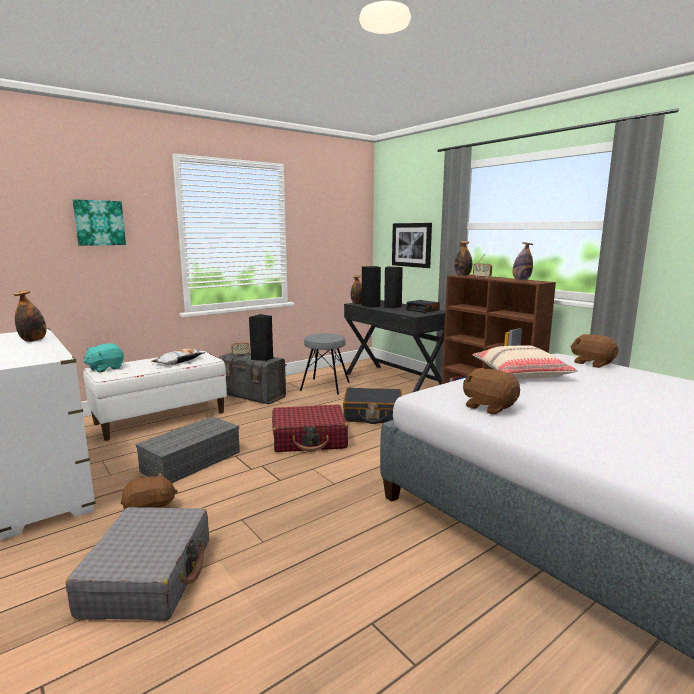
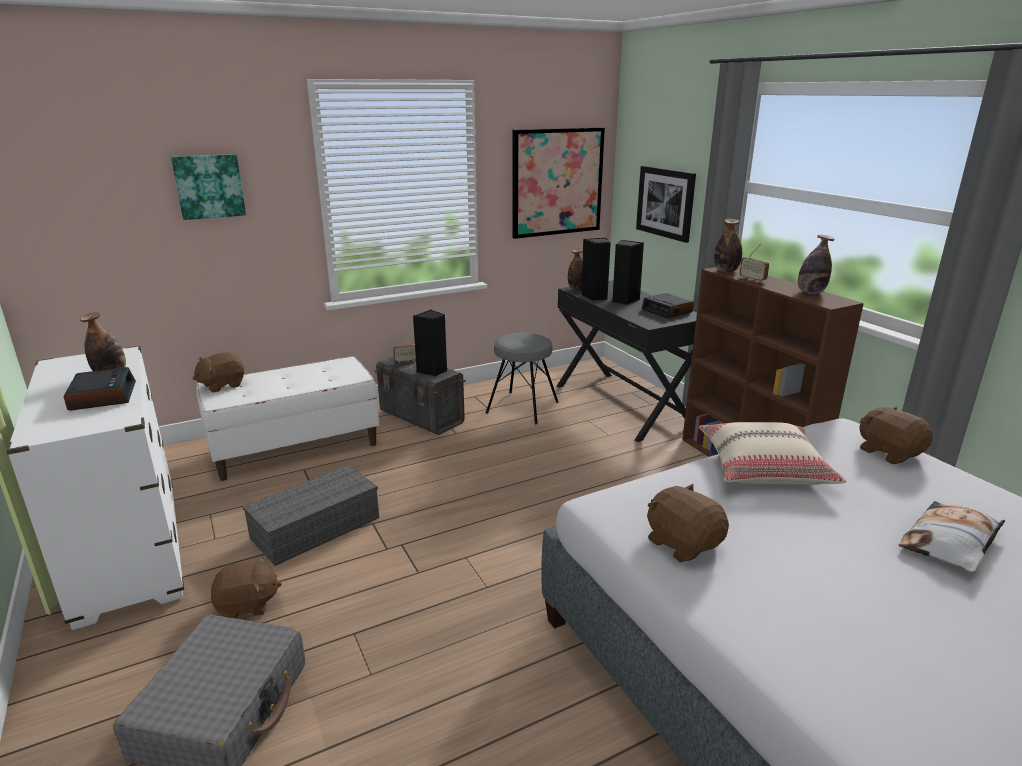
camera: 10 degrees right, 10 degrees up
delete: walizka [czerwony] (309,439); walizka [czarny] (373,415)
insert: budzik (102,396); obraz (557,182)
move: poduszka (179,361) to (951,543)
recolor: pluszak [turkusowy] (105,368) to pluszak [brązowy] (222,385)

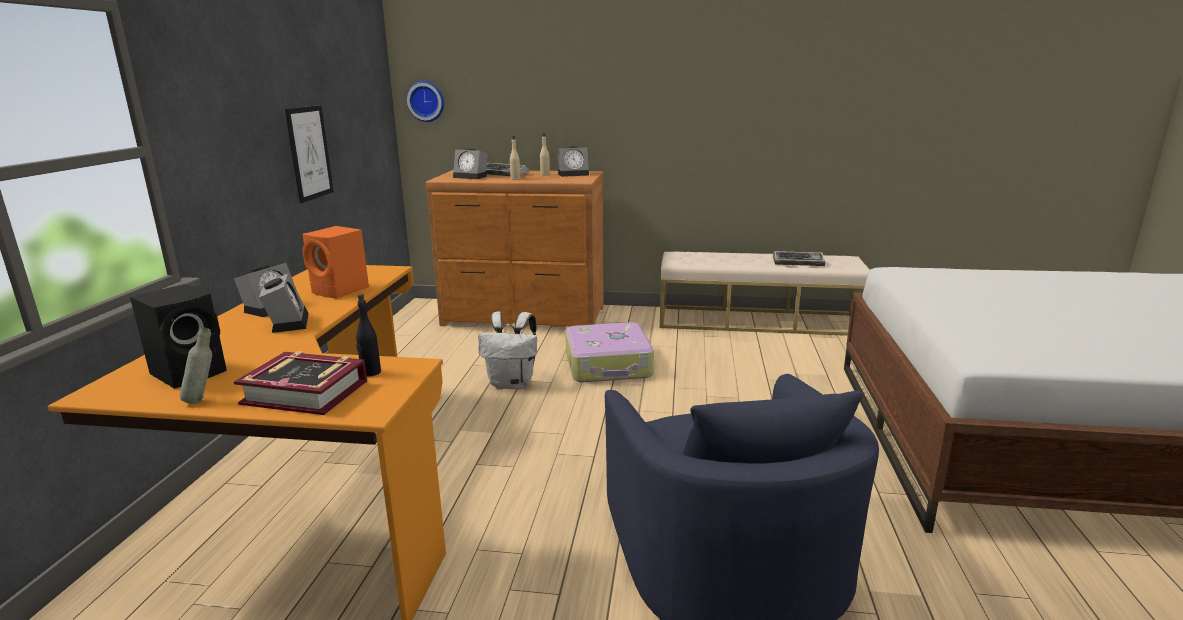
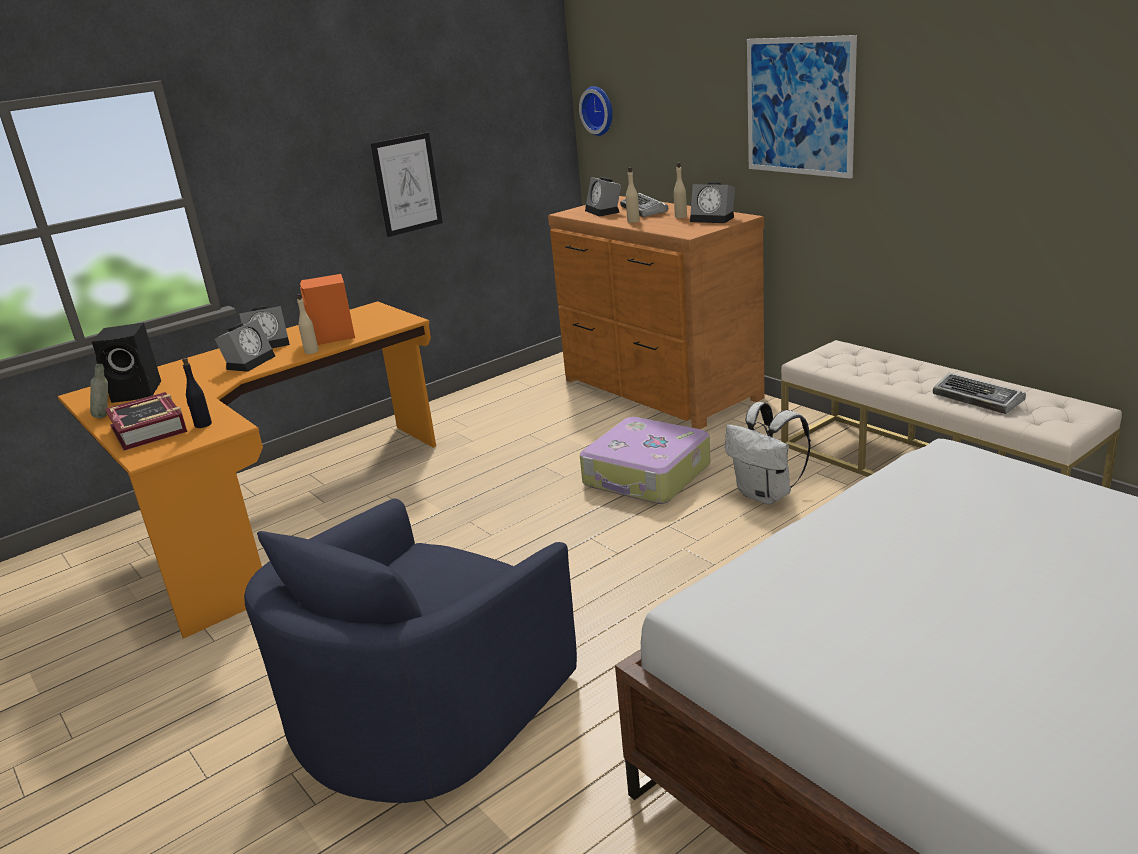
camera: 45 degrees right, 5 degrees up
insert: butelka [beżowy] (311,351); obraz (799,106)
move: plecak [biały] (512,383) to (766,495)

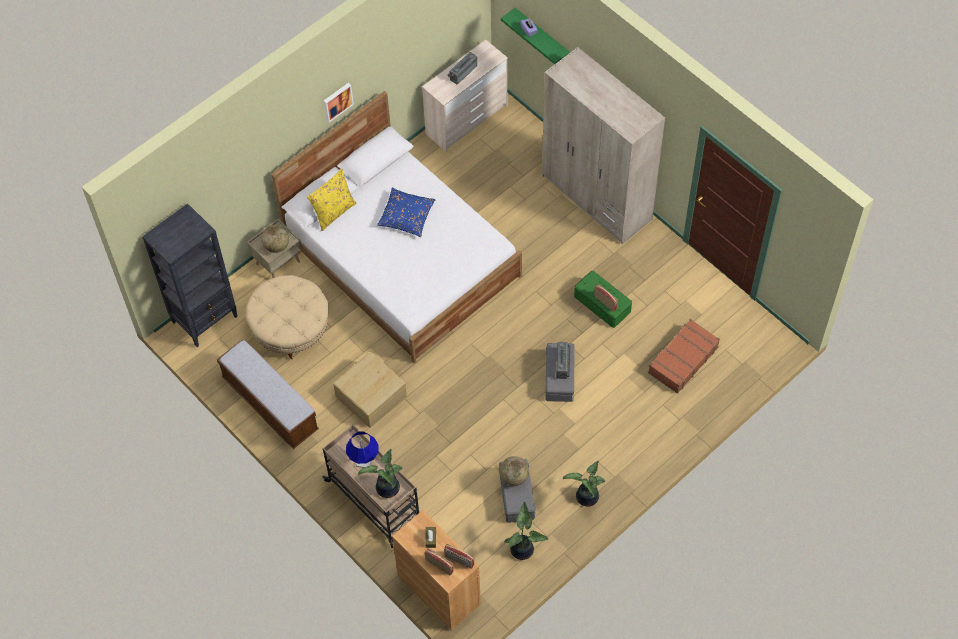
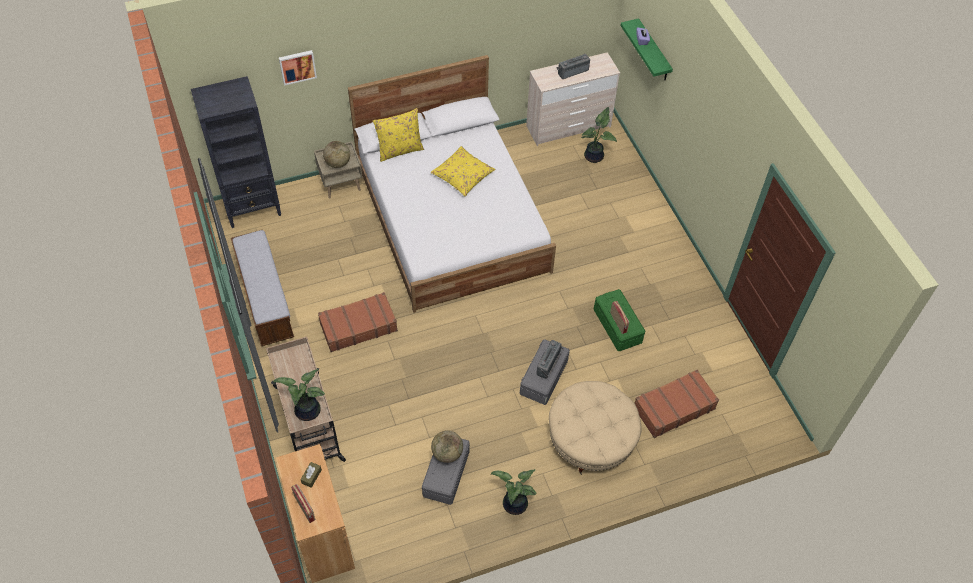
camera: 20 degrees right, 5 degrees down
delete: lampa stołowa [niebieski] (364,462); radio (459,560); szafa [beżowy] (596,198)
move: pufa [beżowy] (290,327) to (591,439); obraz (337,101) to (297,66); roślina doniczkowa (523,549) to (595,156)
replace: pojemnik do przechowywania [beżowy] (370,396) to walizka [brązowy] (358,326)
recolor: poduszka [niebieski] (406,216) to poduszka [żółty] (463,175)

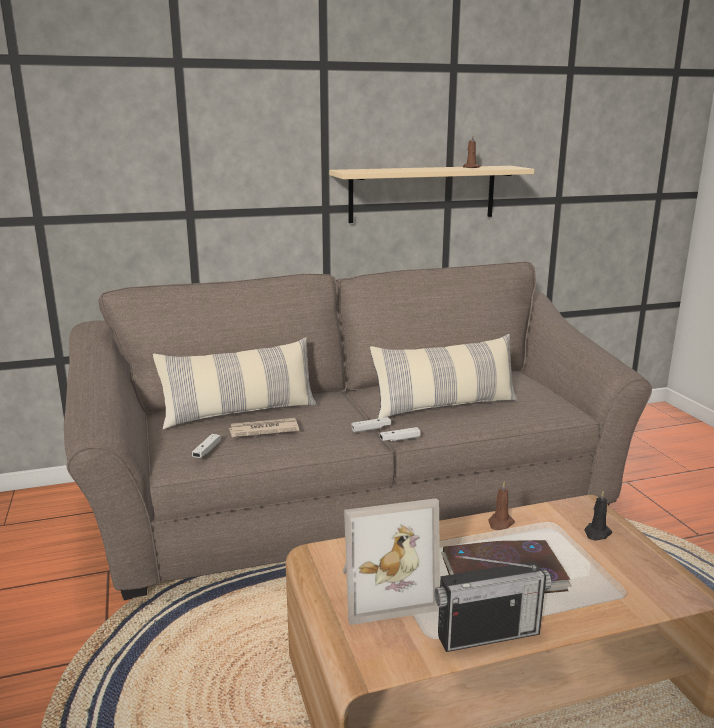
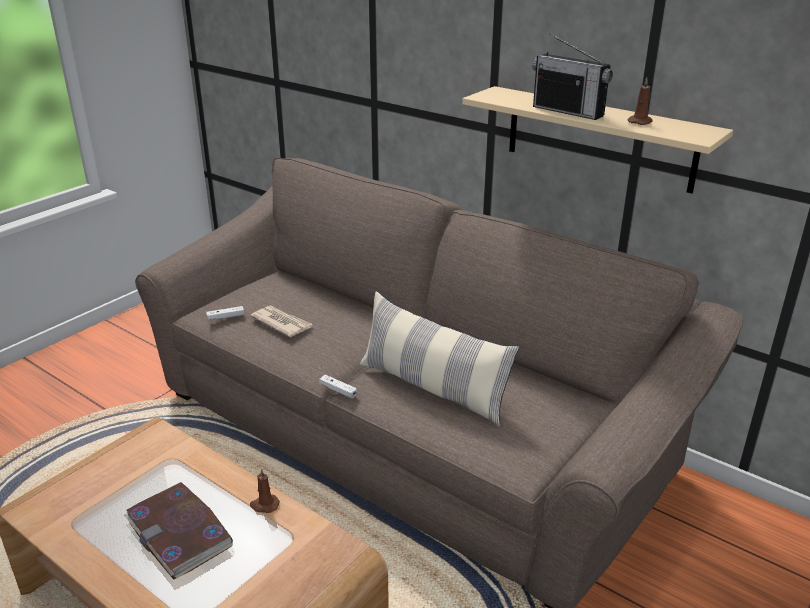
camera: 55 degrees right, 10 degrees up
delete: poduszka (240,413); ramka na zdjęcie (383,589); pad do gier [biały] (371,429); świeca [czarny] (597,533)
move: radio (488,634) to (568,111)

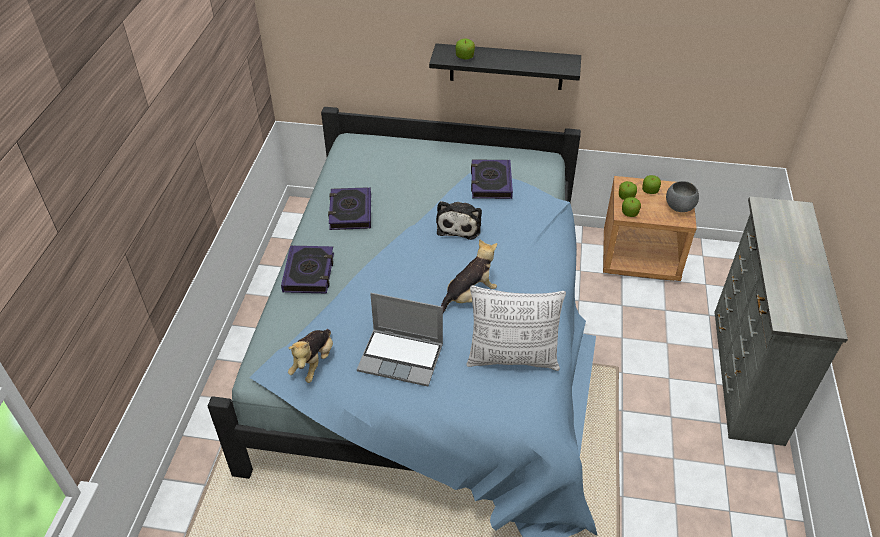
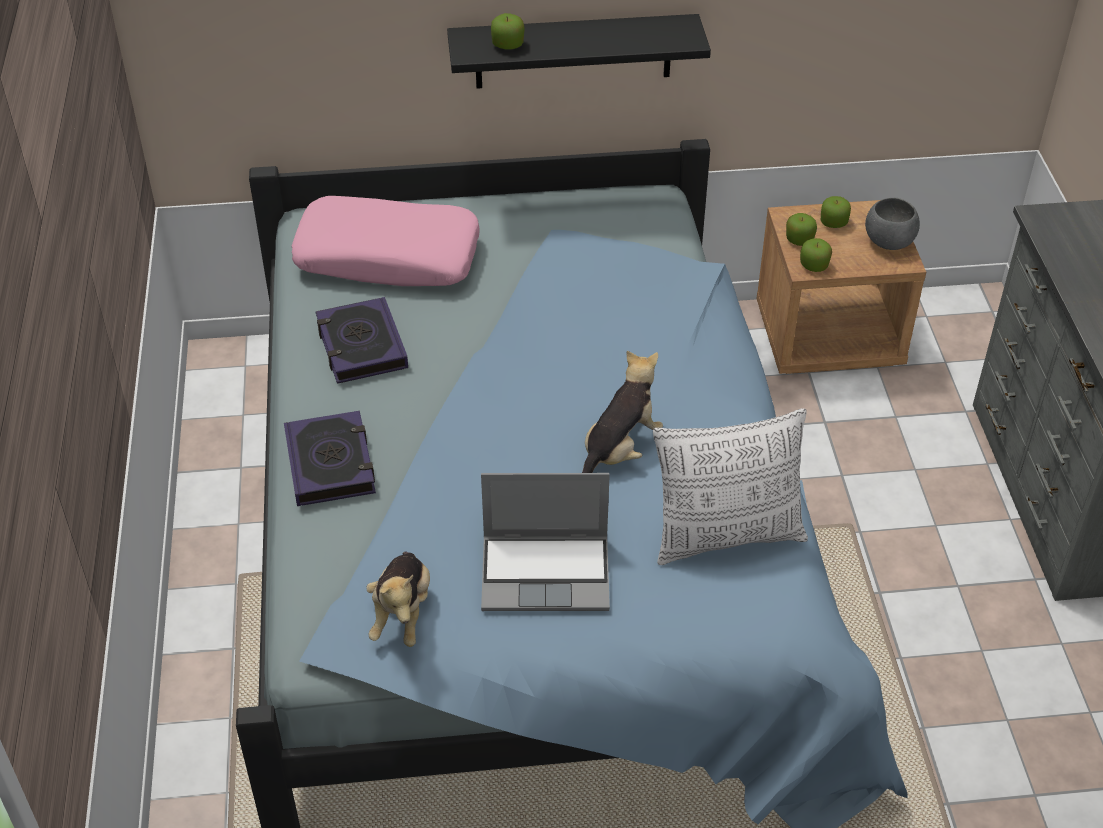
camera: 15 degrees left, 0 degrees up
delete: pluszak (459,225); książka (490,182)
insert: poduszka [różowy] (388,256)

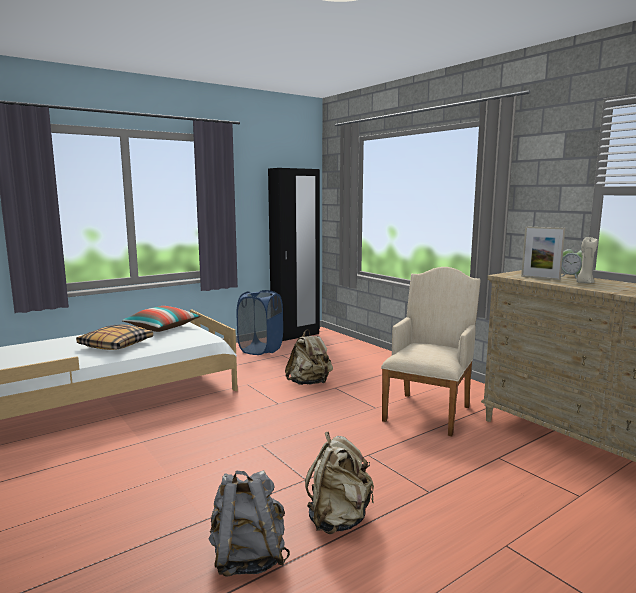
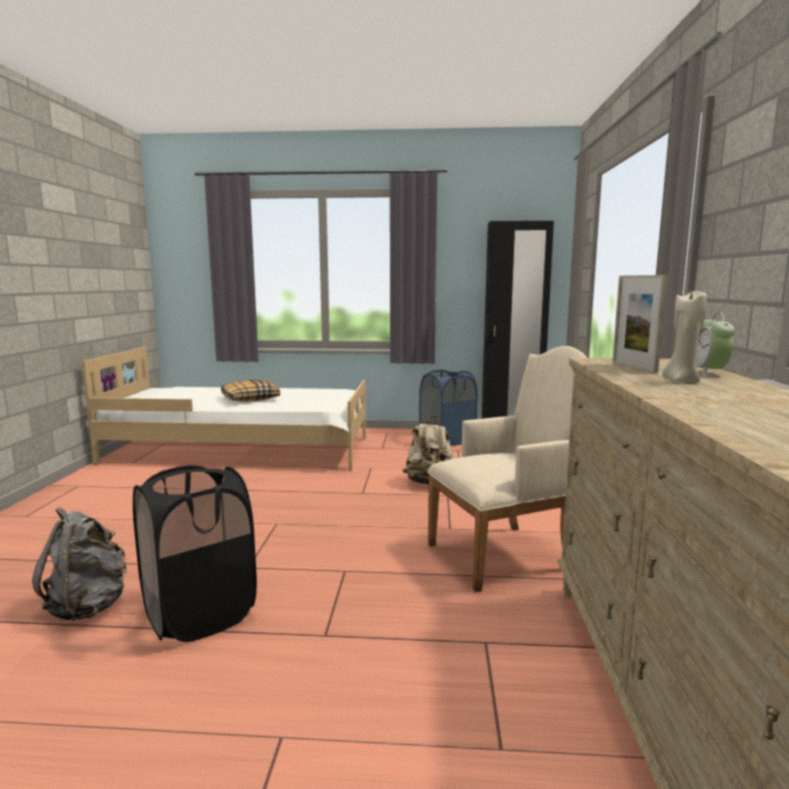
camera: 40 degrees right, 0 degrees up
delete: poduszka (162,328)
replace: plecak [beżowy] (338,519) to kosz na pranie [czarny] (200,614)

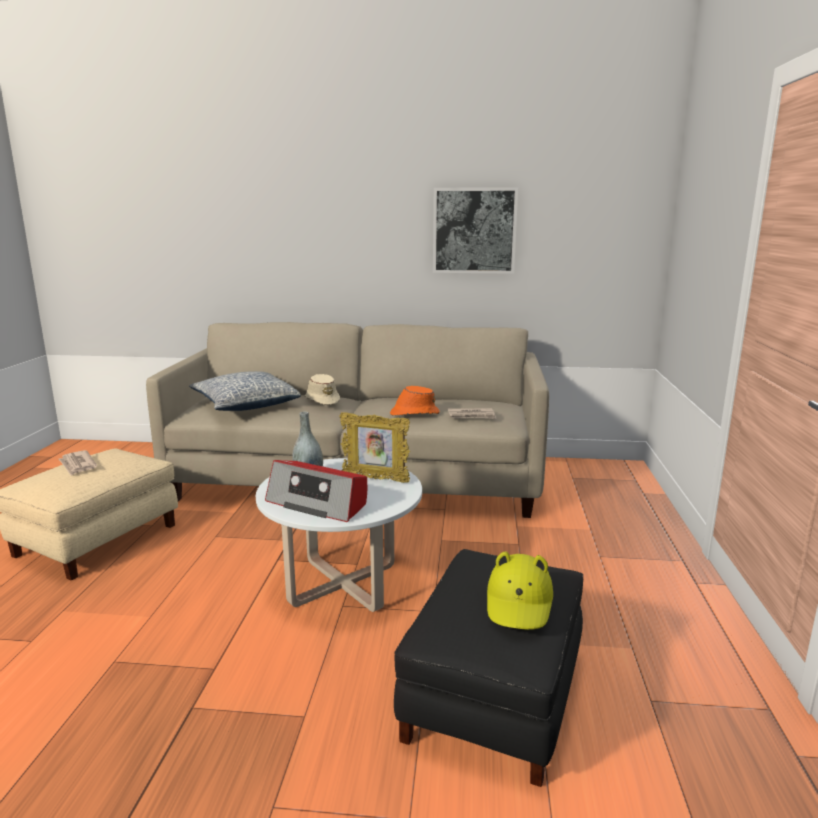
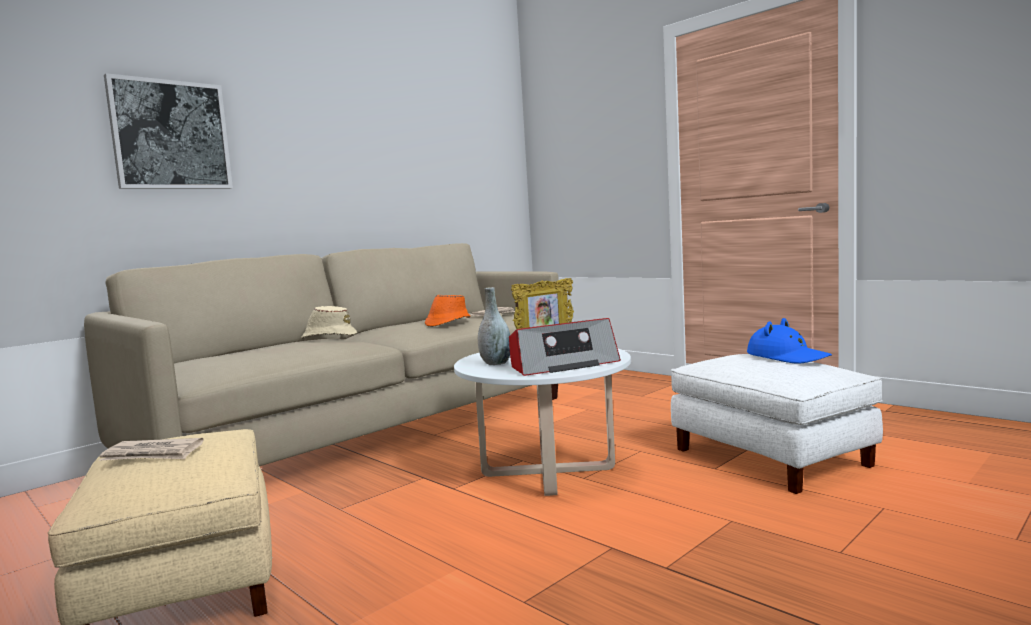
camera: 50 degrees left, 10 degrees down
delete: poduszka (245,405)
move: obraz (474,230) to (170,135)
recolor: pufa [czarny] (494,697) to pufa [biały] (771,457); kapelusz [żółty] (519,602) to kapelusz [niebieski] (787,357)

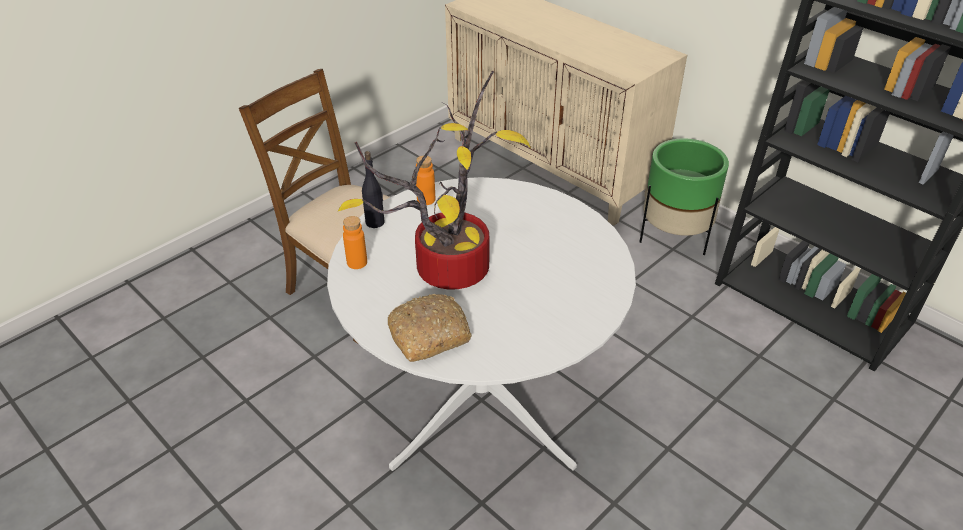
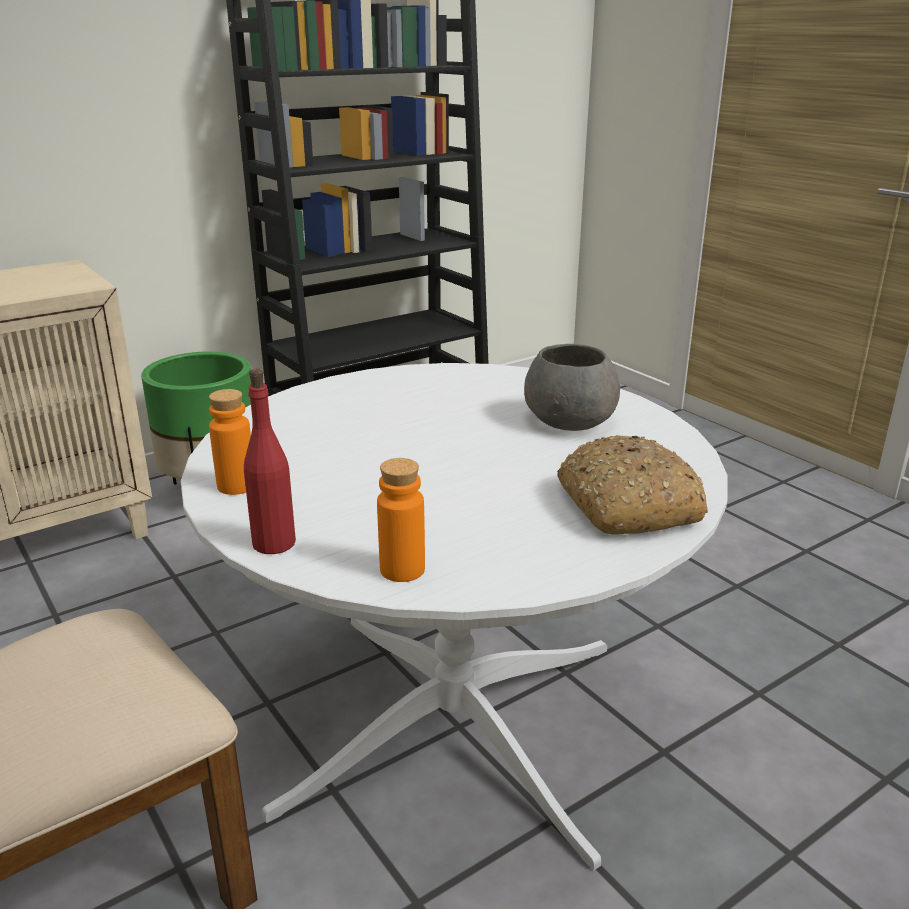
camera: 80 degrees left, 15 degrees down
delete: roślina doniczkowa (452,263)
insert: miska [szary] (570,421)
recolor: butelka [czarny] (375,222) to butelka [czerwony] (274,543)

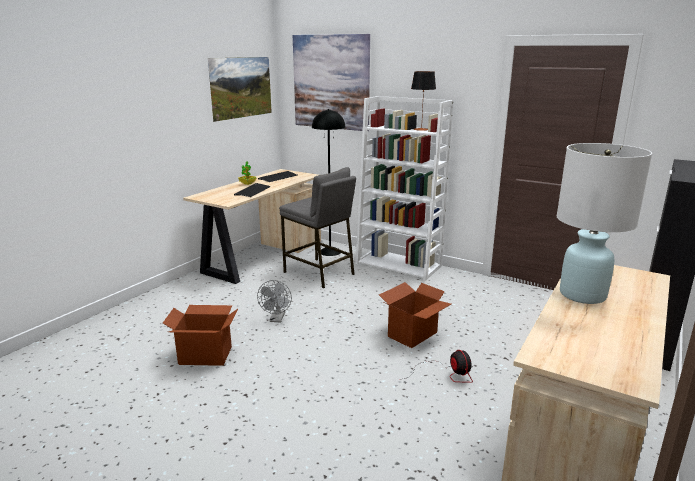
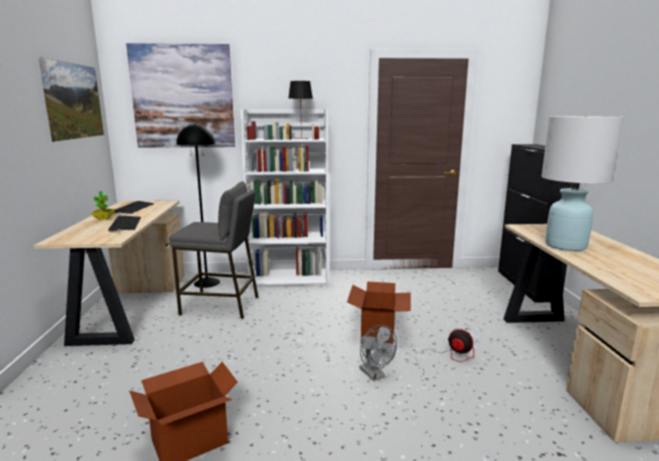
camera: 35 degrees left, 5 degrees down
move: wentylator [szary] (277,319) to (375,375)

